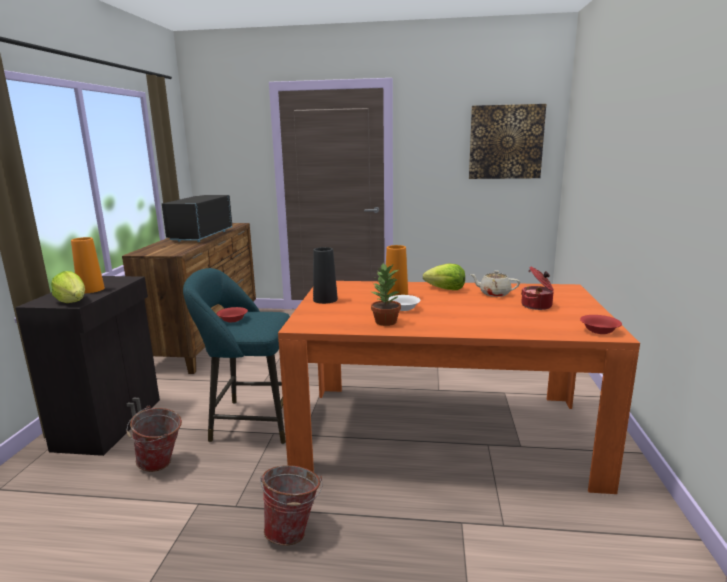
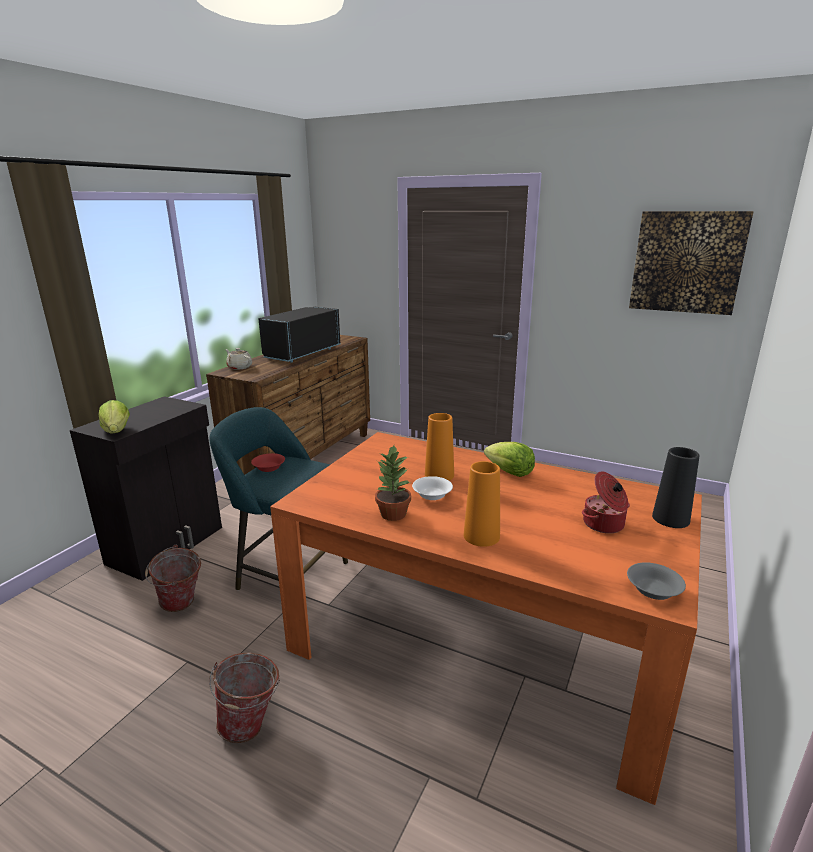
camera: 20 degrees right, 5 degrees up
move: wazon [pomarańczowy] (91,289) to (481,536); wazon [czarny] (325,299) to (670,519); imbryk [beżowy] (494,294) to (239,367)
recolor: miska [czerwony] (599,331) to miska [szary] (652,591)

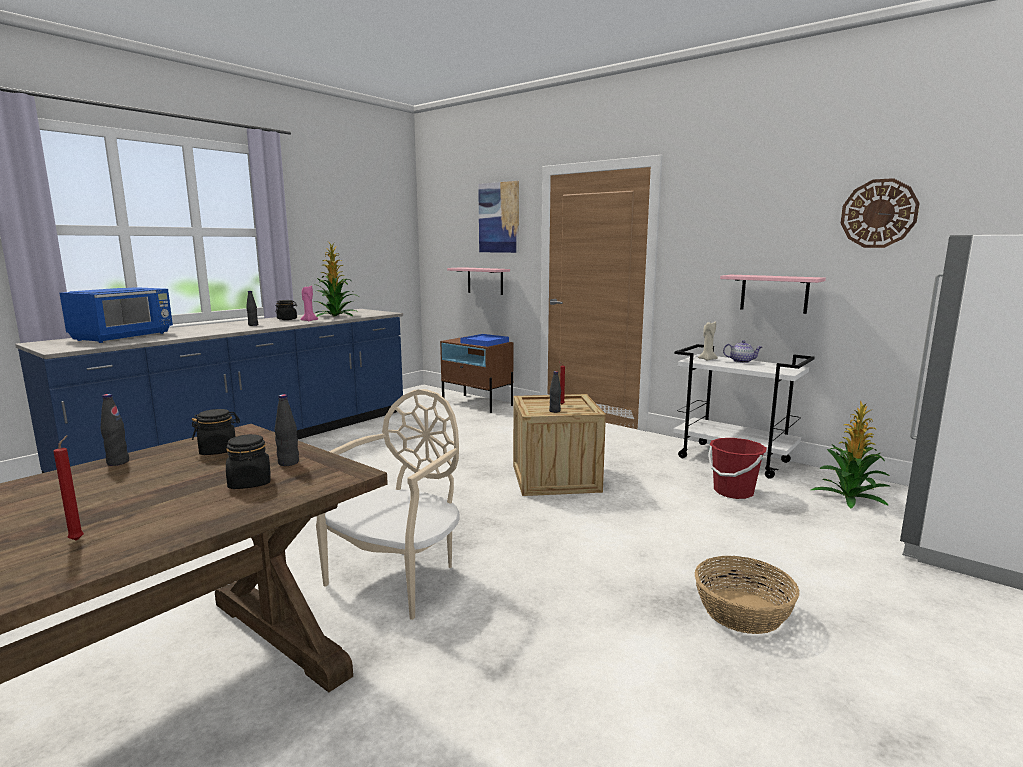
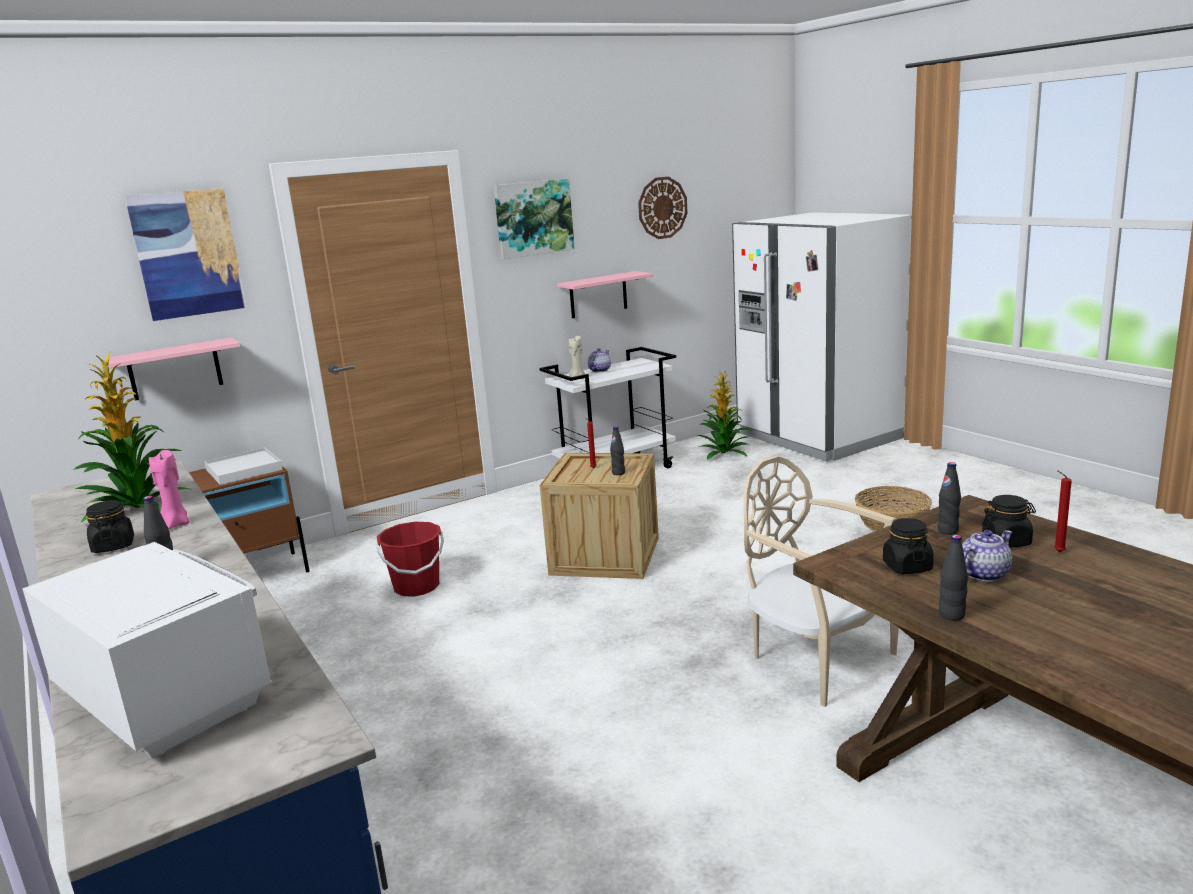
camera: 70 degrees left, 5 degrees up
insert: obraz (533,218); imbryk (983,574)
move: świeca [czerwony] (78,539) to (1057,552); wiadro [czerwony] (733,492) to (416,587)
recolor: mikrofalówka [niebieski] (124,336) to mikrofalówka [biały] (164,697); taca [niebieski] (484,342) to taca [biały] (244,470)

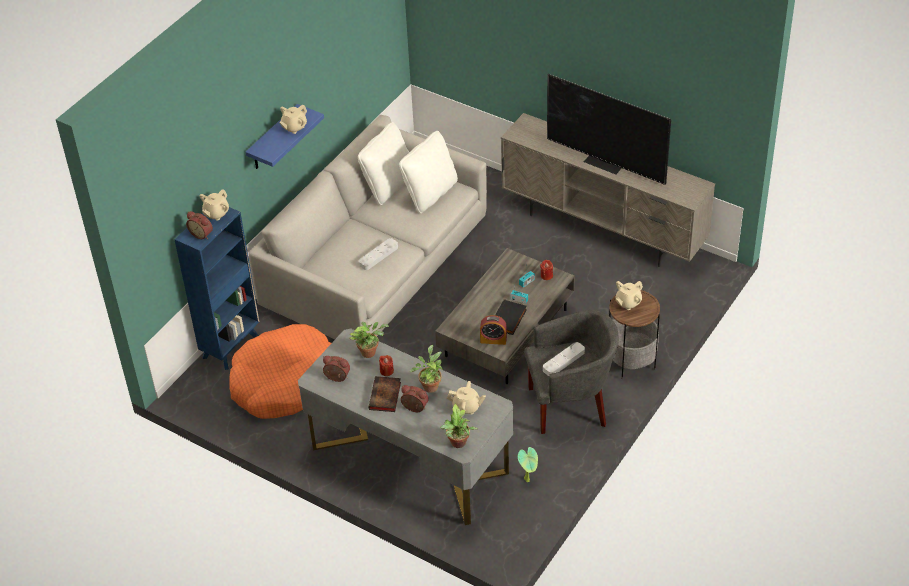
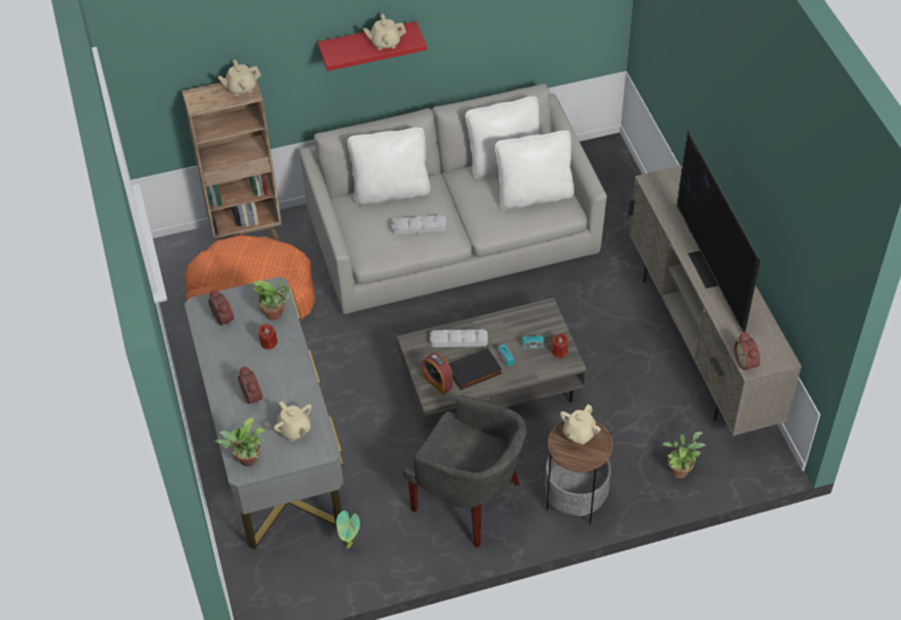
camera: 40 degrees right, 5 degrees up
delete: książka (385,397)
insert: poduszka [biały] (391,191)
move: budzik (202,234) to (747,362); roślina doniczkowa (430,385) to (680,469); taca [szary] (563,361) to (458,340)
recolor: regał [niebieski] (231,346) to regał [brązowy] (247,233); półka [niebieski] (273,139) to półka [czerwony] (367,45)
rotate: imbryk [beżowy] (628,302) = (579,434) 60 degrees counterclockwise

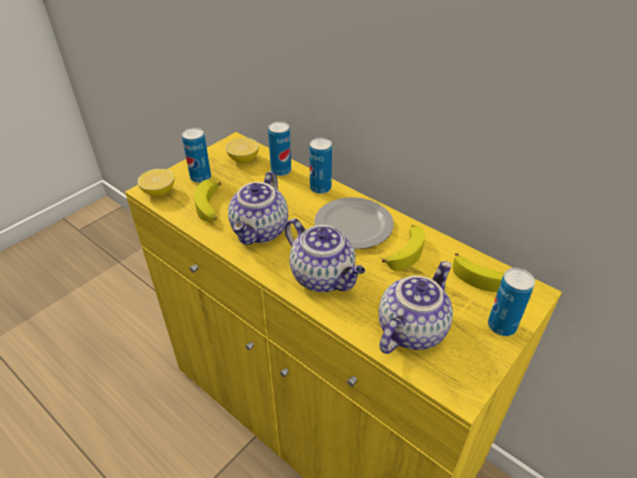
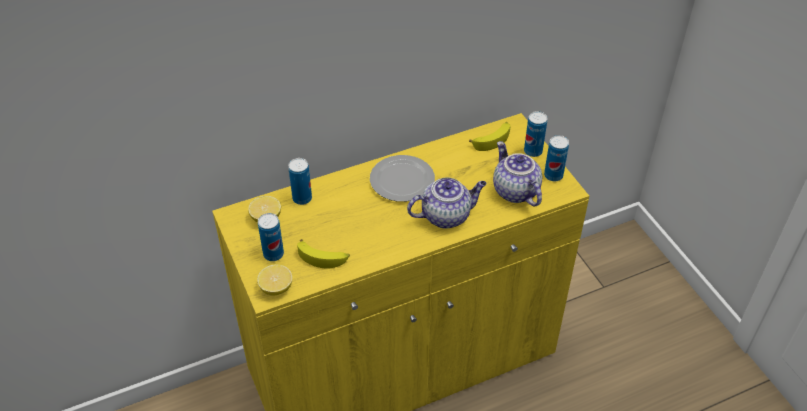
camera: 65 degrees left, 5 degrees up
delete: imbryk (261,231); banan (405,251)
move: puszka (320,188) to (553,175)

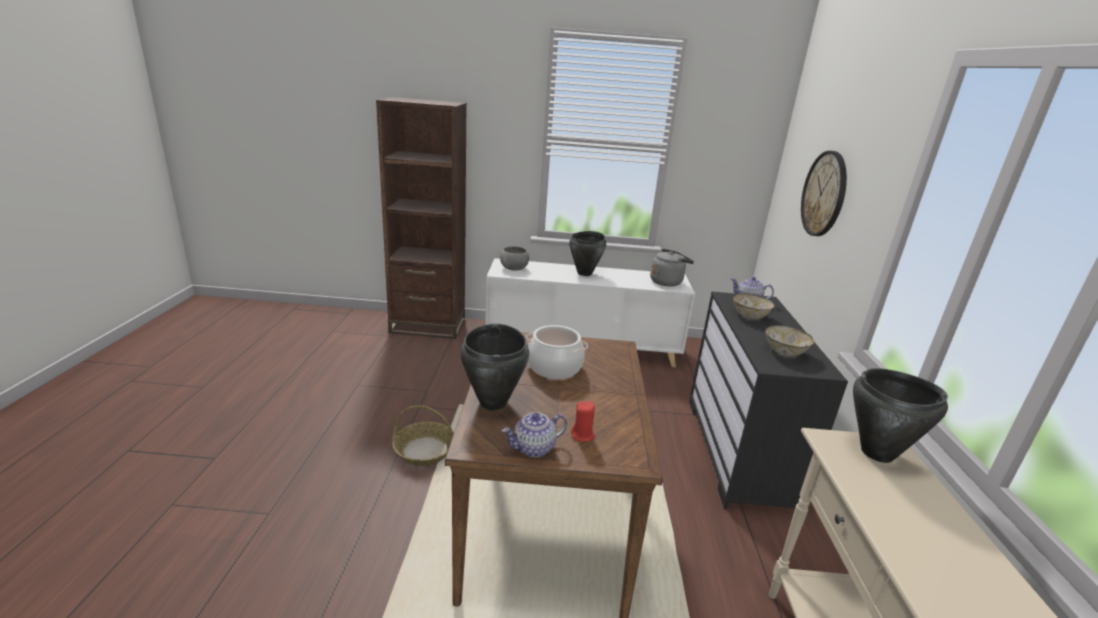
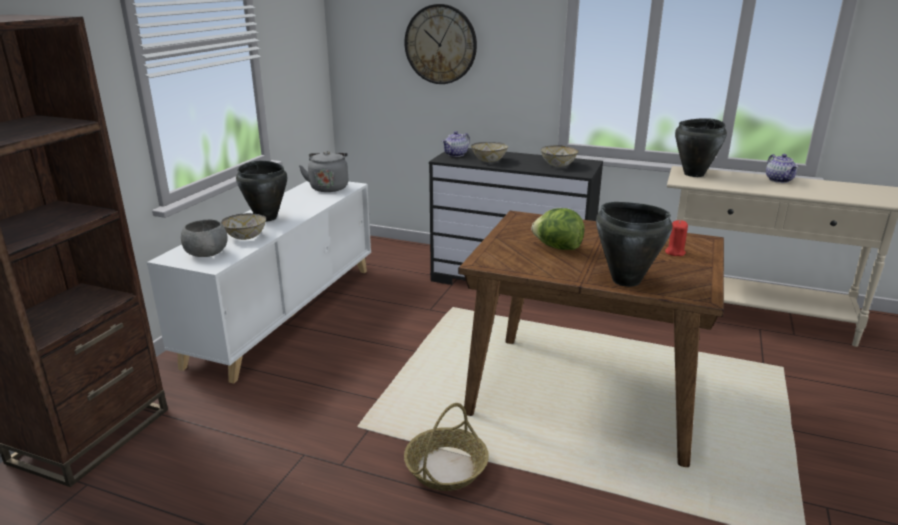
camera: 70 degrees left, 0 degrees up
insert: miska (245,237)
move: imbryk (533,448) to (779,180)
replace: garnek (554,367) to sałata (557,247)

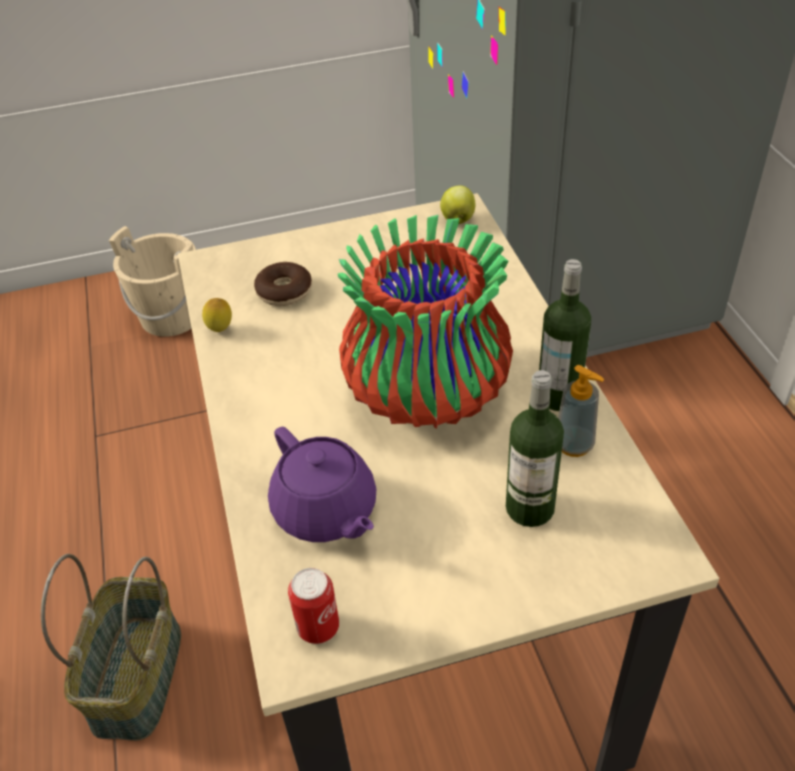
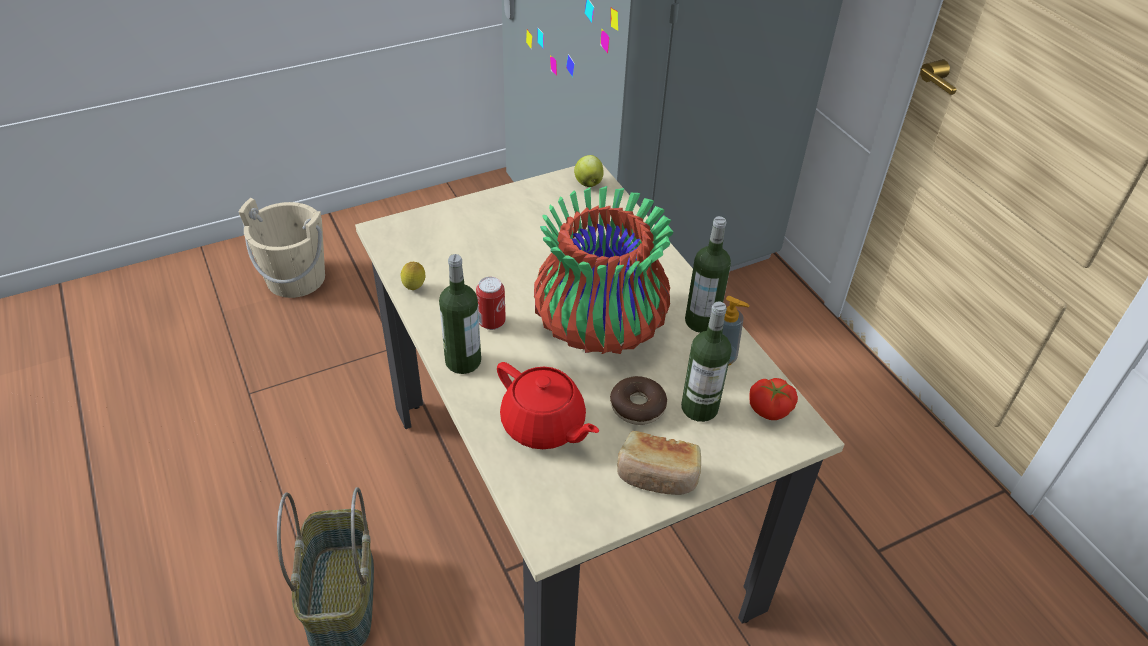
camera: 15 degrees left, 0 degrees up
insert: butelka (463,361); chleb (657,475); pomidor (770,409)
move: donut (284,291) to (637,406); puszka (318,628) to (491,322)
recolor: imbryk [fioletowy] (326,511) to imbryk [czerwony] (544,426)

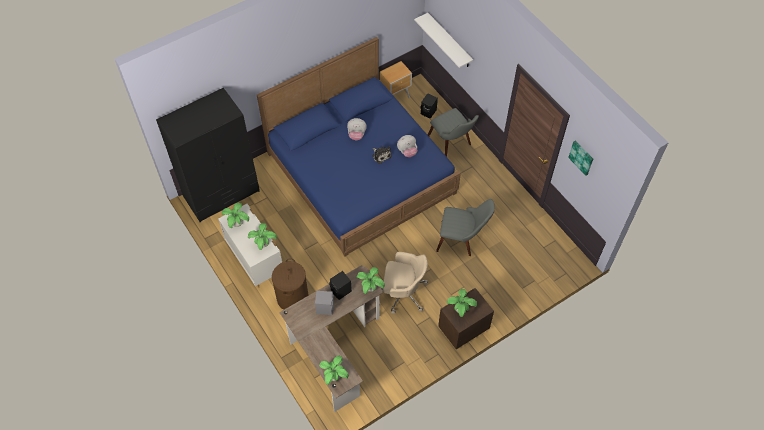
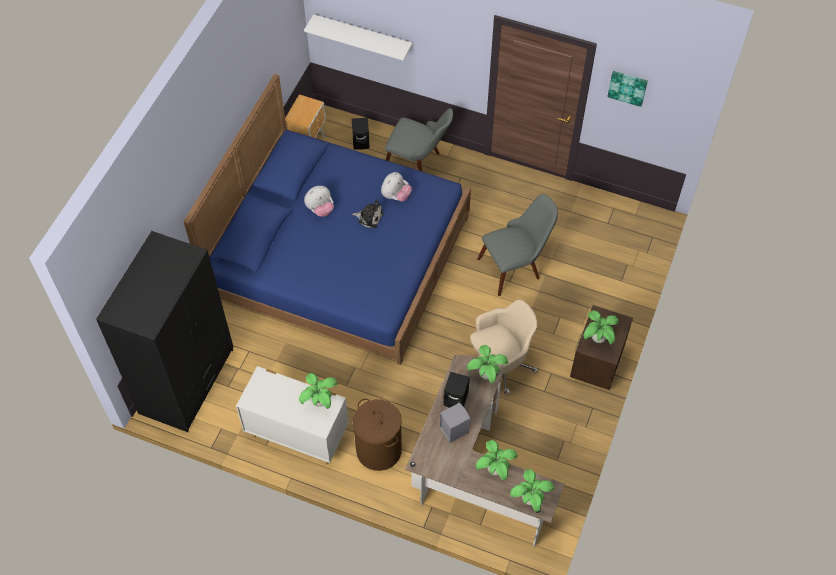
camera: 35 degrees left, 0 degrees up
move: roślina doniczkowa (237,224) to (495,470)

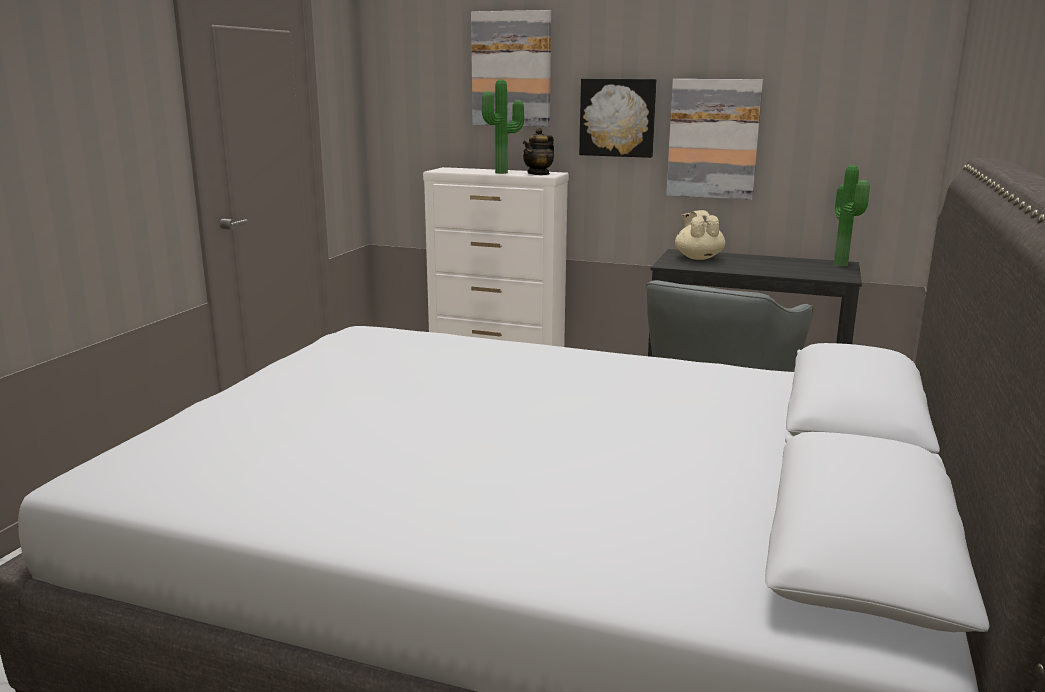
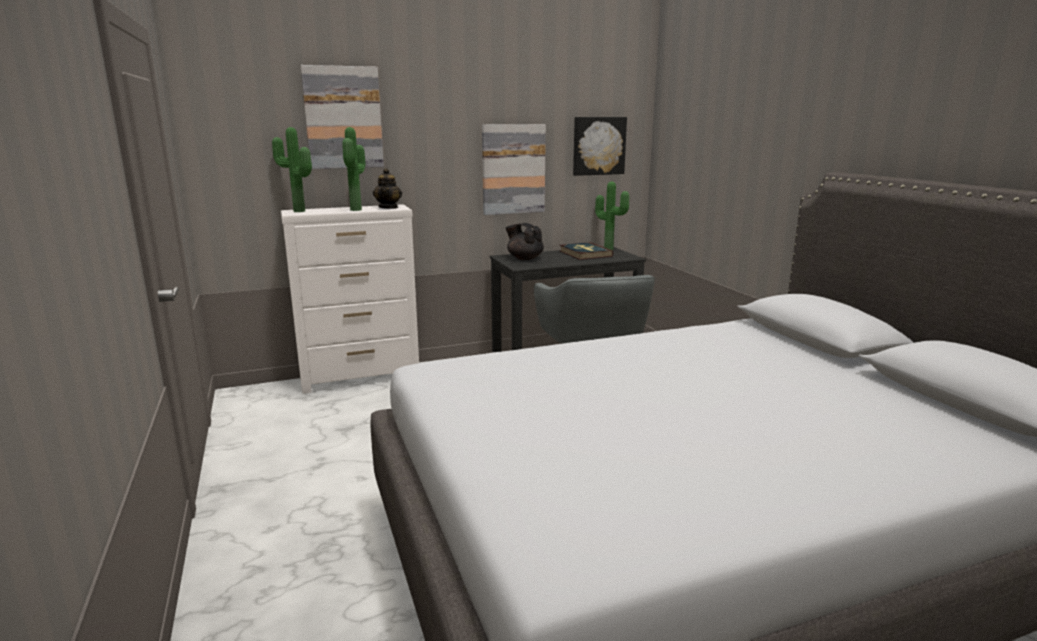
camera: 40 degrees left, 0 degrees up
insert: roślina doniczkowa (297,211); książka (585,254)
move: obraz (617,117) to (598,146)
recolor: imbryk [beżowy] (698,257) to imbryk [czarny] (524,258)

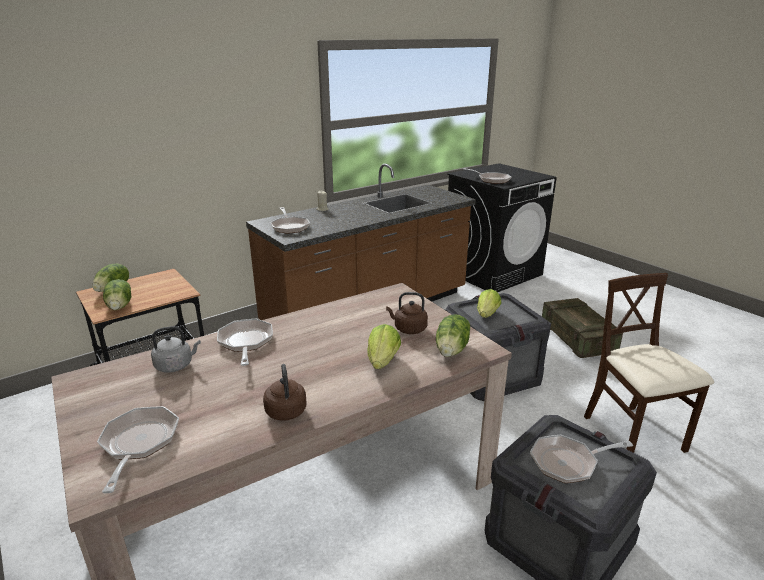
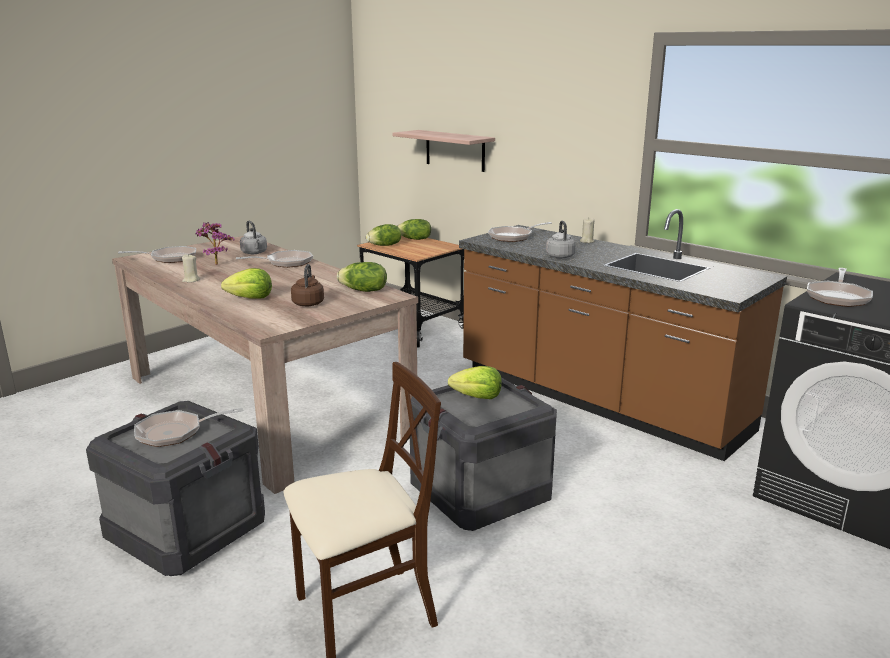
camera: 80 degrees right, 5 degrees down
delete: skrzynka (577,339)
insert: roślina doniczkowa (215,264); półka (455,150); czajnik [szary] (559,256)
move: sałata (452,350) to (364,291)
replace: czajnik [brązowy] (286,410) to świeca [beżowy] (191,280)
rotate: patelnia (568,462) = (175,432) 90 degrees counterclockwise

